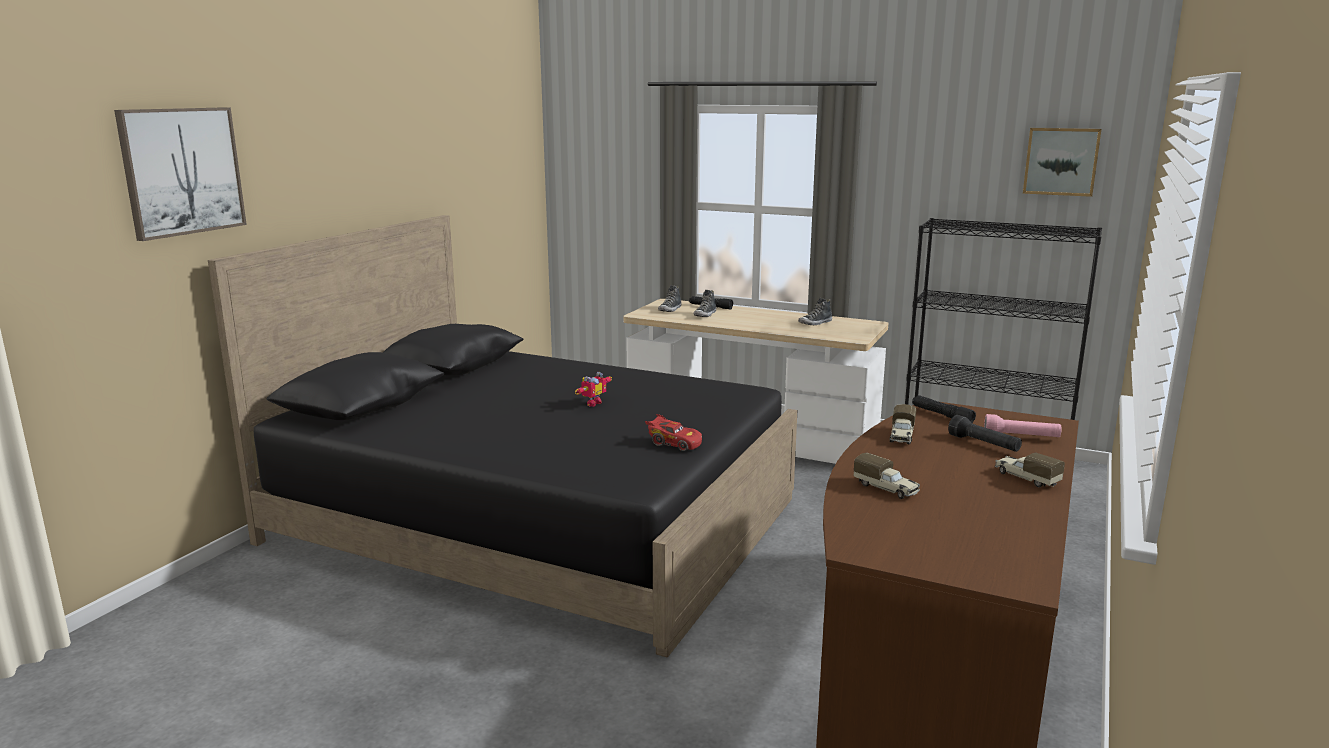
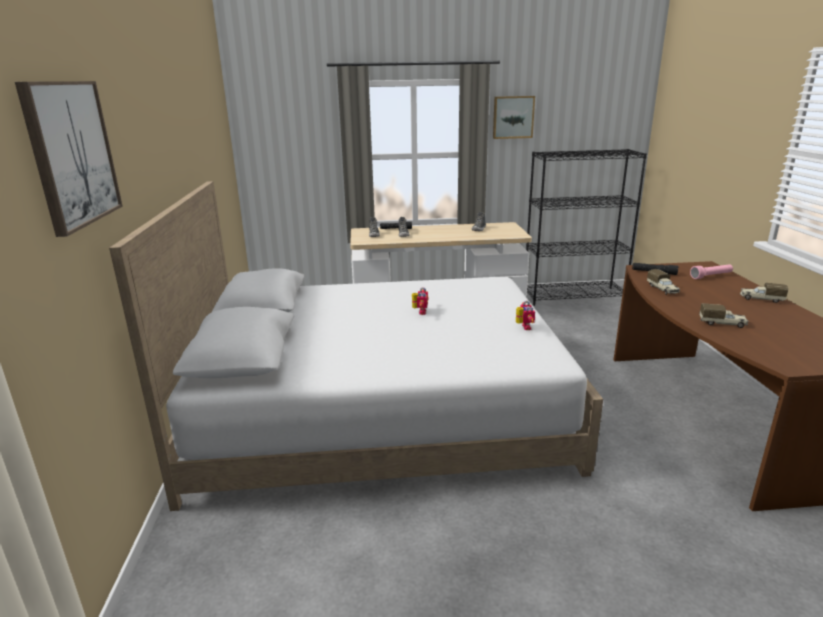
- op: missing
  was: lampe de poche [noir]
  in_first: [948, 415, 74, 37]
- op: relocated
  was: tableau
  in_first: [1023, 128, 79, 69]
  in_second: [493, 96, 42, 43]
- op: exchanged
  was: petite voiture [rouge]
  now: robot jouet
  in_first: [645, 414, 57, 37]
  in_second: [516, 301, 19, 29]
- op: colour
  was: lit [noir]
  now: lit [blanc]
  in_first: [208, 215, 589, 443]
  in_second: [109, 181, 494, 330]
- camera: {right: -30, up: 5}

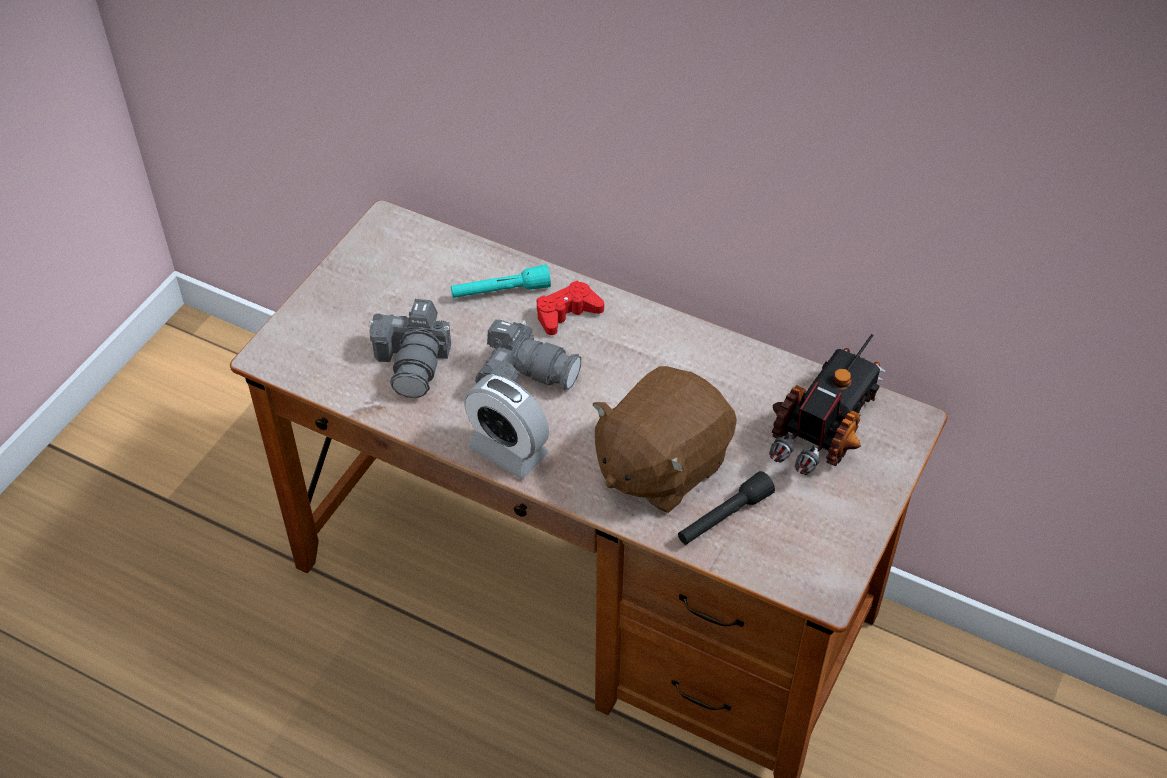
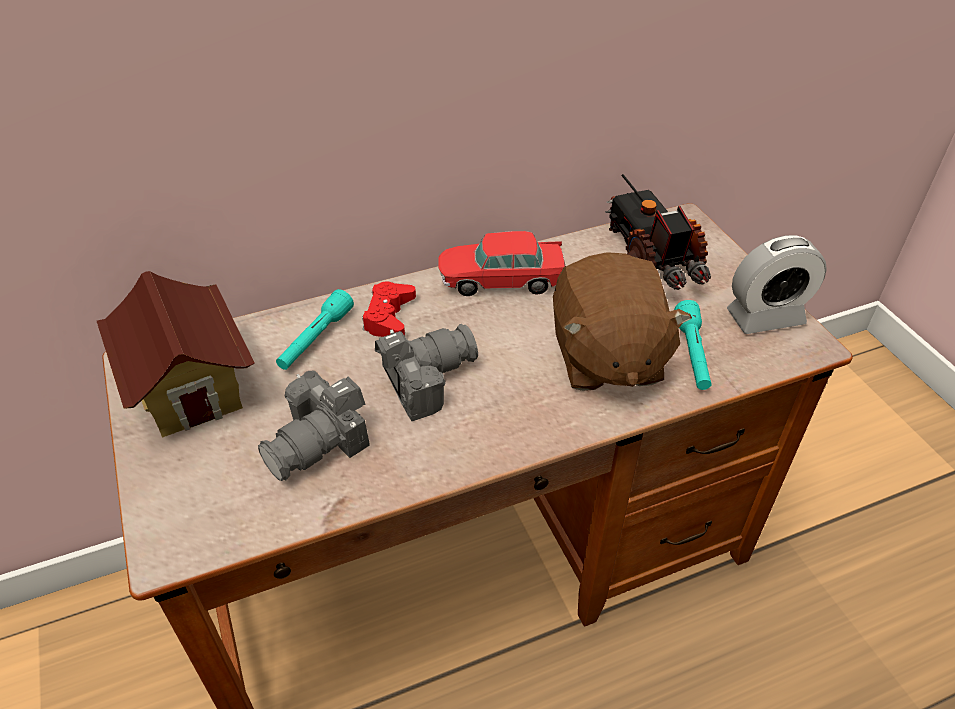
- op: appeared
  now: maison miniature
  in_second: [97, 271, 158, 167]
- op: appeared
  now: petite voiture
  in_second: [438, 231, 127, 65]
- op: relocated
  was: réveil
  in_first: [464, 375, 85, 104]
  in_second: [727, 235, 100, 99]
- op: colour
  was: lampe de poche [noir]
  now: lampe de poche [turquoise]
  in_first: [678, 471, 97, 74]
  in_second: [674, 300, 38, 90]
- op: spun
  was: appareil photo
  in_first: [369, 299, 82, 99]
  in_second: [258, 371, 112, 110]
  clockwise: 90
- camera: {right: -50, up: -5}

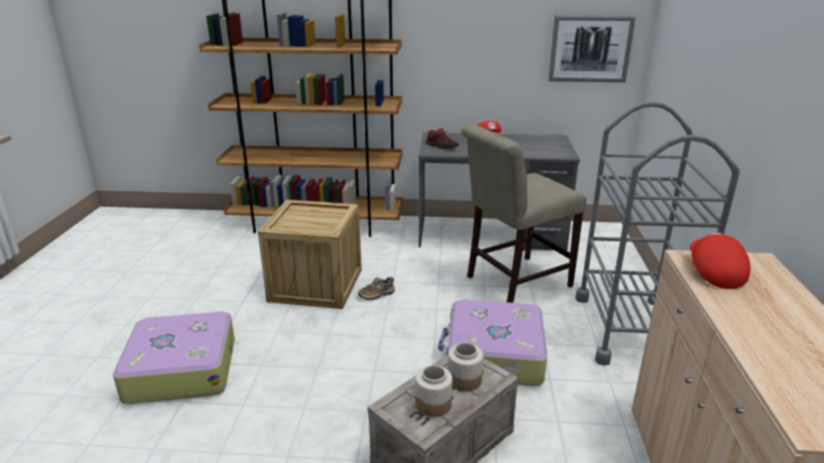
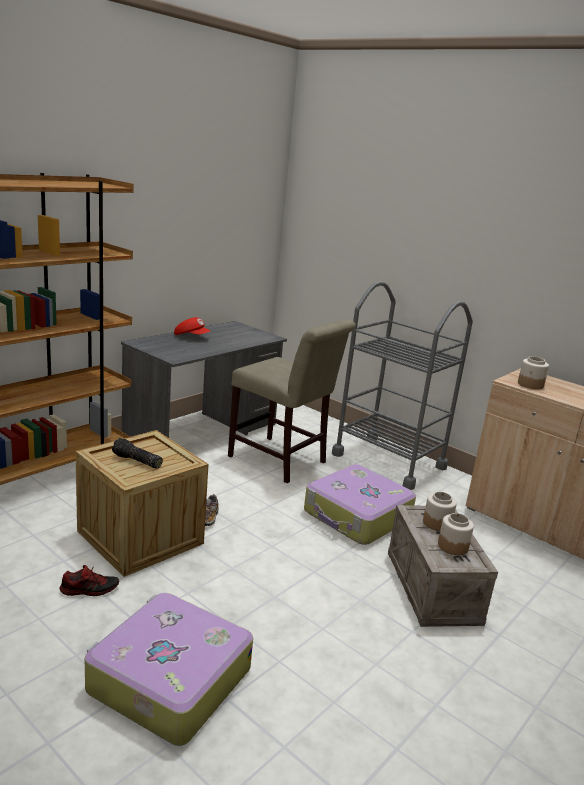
- op: missing
  was: tableau
  in_first: [548, 15, 88, 67]
- op: appeared
  now: lampe de poche
  in_second: [112, 438, 51, 31]
- op: relocated
  was: chaussure
  in_first: [426, 128, 33, 21]
  in_second: [60, 565, 59, 31]
- op: exchanged
  was: casquette [rouge]
  now: bocal
  in_first: [690, 233, 60, 56]
  in_second: [518, 356, 31, 33]
- op: spun
  was: chaise [beige]
  in_first: [461, 124, 126, 179]
  in_second: [228, 320, 127, 163]
  clockwise: -60
- camera: {right: -55, up: -5}

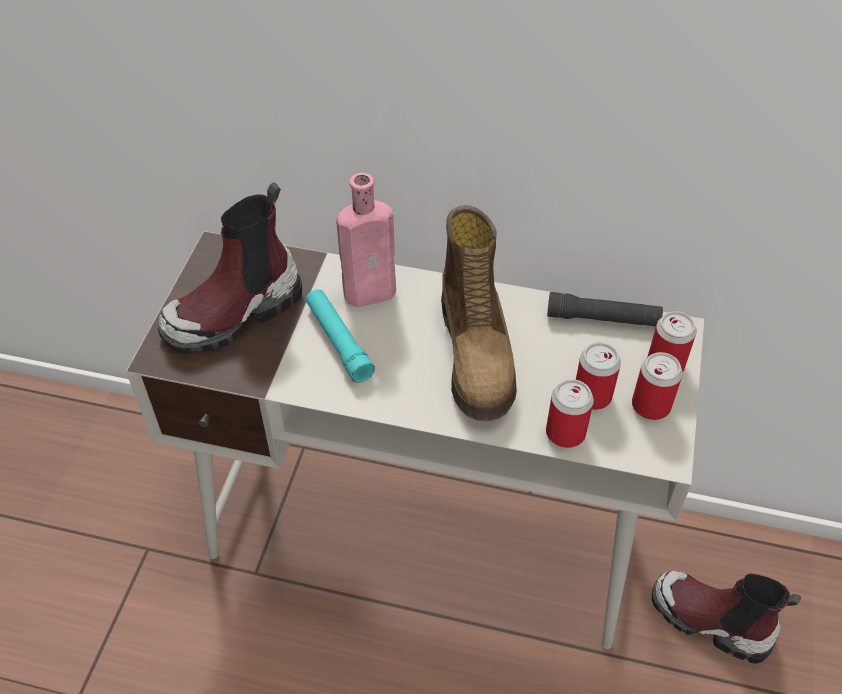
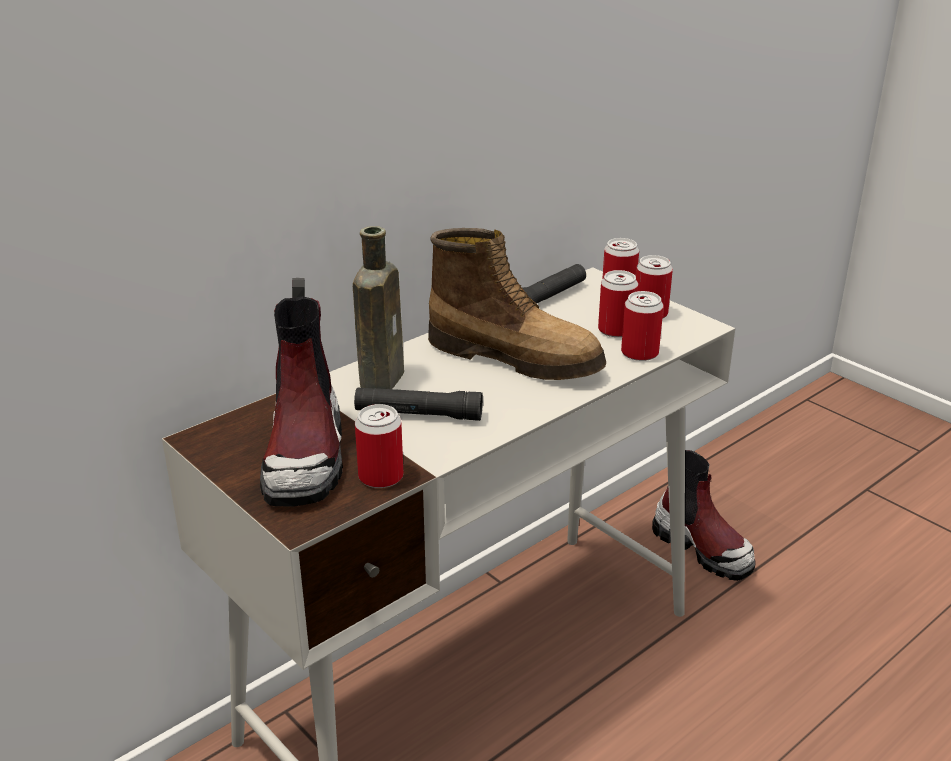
- op: appeared
  now: boîte métallique
  in_second: [355, 404, 49, 84]
- op: colour
  was: lampe de poche [turquoise]
  now: lampe de poche [noir]
  in_first: [306, 289, 69, 94]
  in_second: [354, 388, 129, 33]
- op: colour
  was: bouteille [rose]
  now: bouteille [marron]
  in_first: [336, 173, 60, 134]
  in_second: [353, 226, 51, 163]
- op: spun
  was: botte
  in_first: [652, 571, 150, 93]
  in_second: [652, 450, 104, 131]
  clockwise: -105
- camera: {right: -55, up: -20}

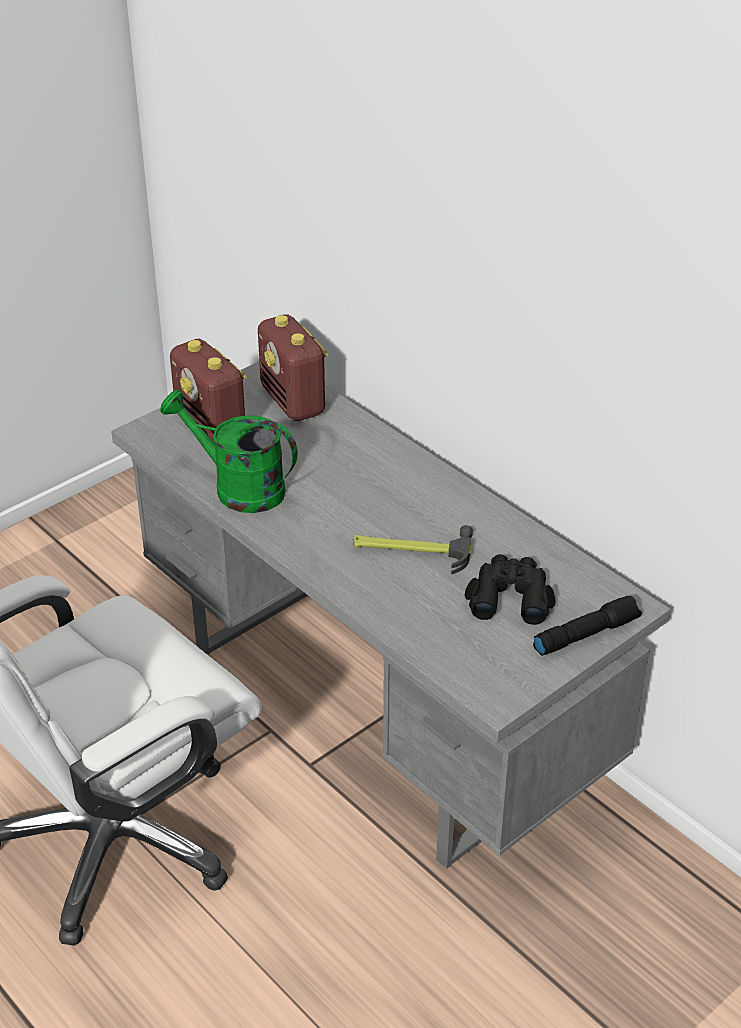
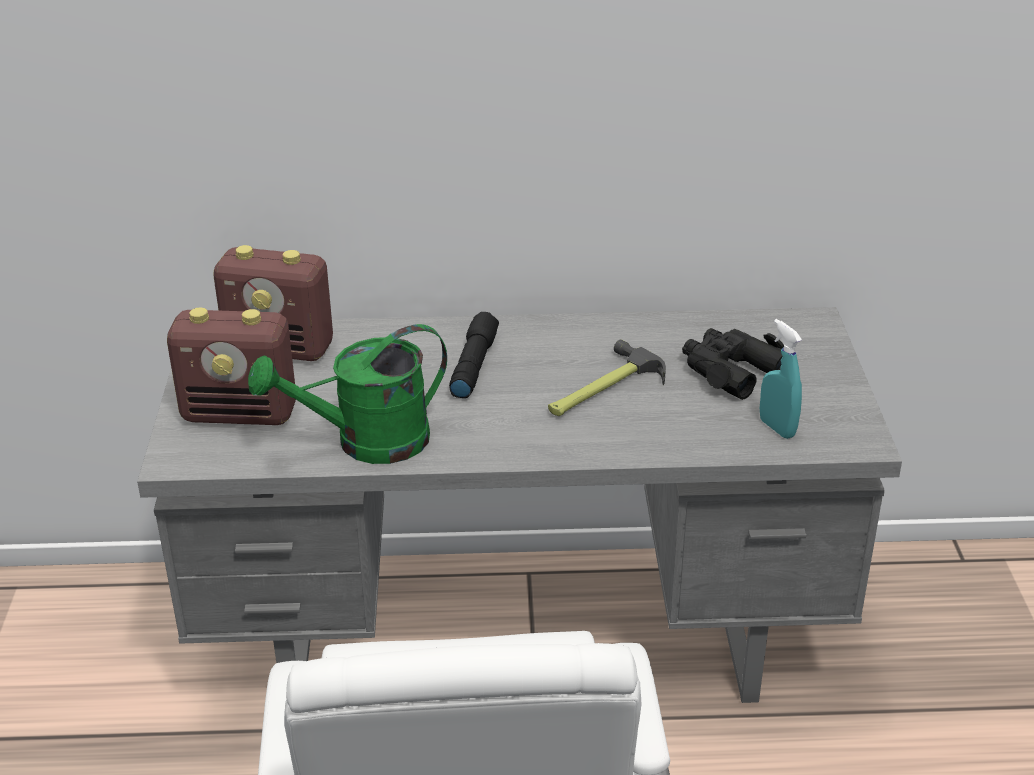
- op: appeared
  now: vaporisateur [turquoise]
  in_second: [760, 319, 42, 120]
- op: relocated
  was: lampe de poche [noir]
  in_first: [533, 596, 109, 60]
  in_second: [449, 312, 50, 86]
- camera: {right: -50, up: -5}

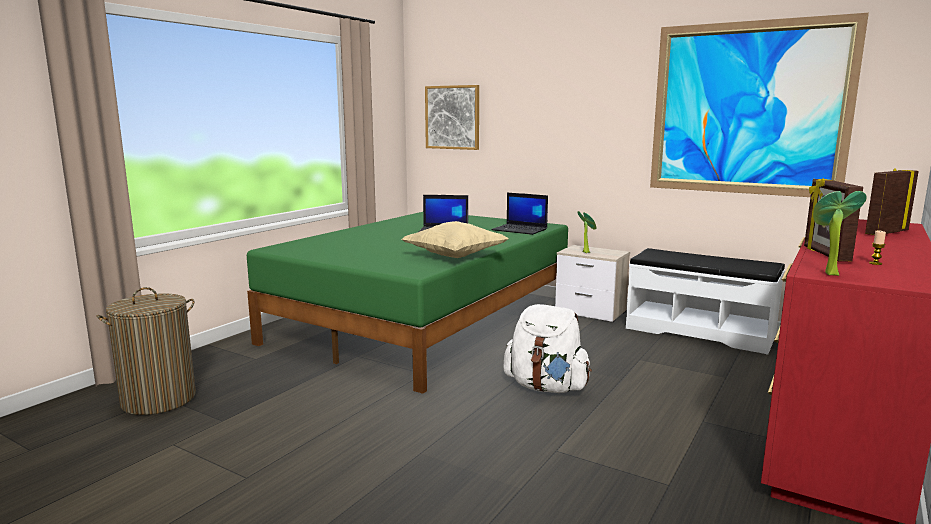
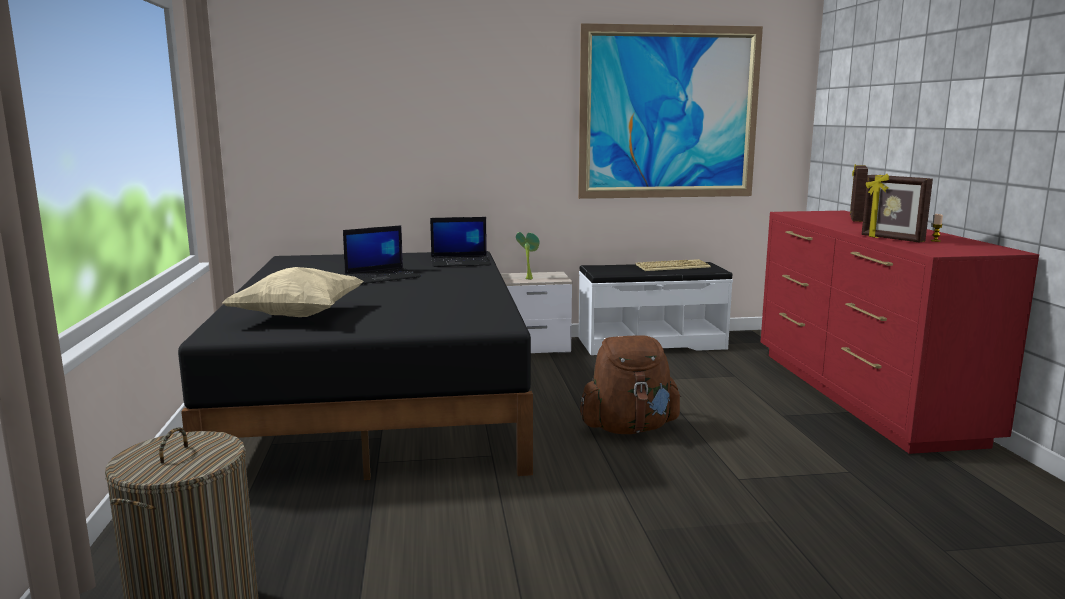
- op: missing
  was: tableau
  in_first: [425, 85, 54, 65]
- op: missing
  was: plante en pot
  in_first: [813, 191, 54, 85]
- op: appeared
  now: clavier
  in_second: [635, 259, 76, 12]
- op: relocated
  was: coussin [beige]
  in_first: [402, 221, 107, 37]
  in_second: [222, 267, 142, 50]
- op: colour
  was: lit [vert]
  now: lit [noir]
  in_first: [247, 212, 321, 182]
  in_second: [178, 251, 355, 229]
- op: colour
  was: sac à dos [blanc]
  now: sac à dos [marron]
  in_first: [503, 304, 89, 89]
  in_second: [580, 335, 101, 99]
- camera: {right: -40, up: 0}

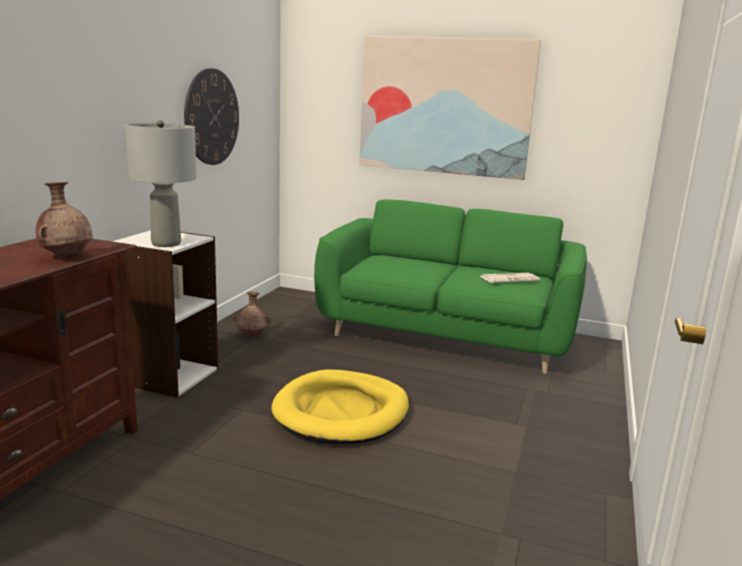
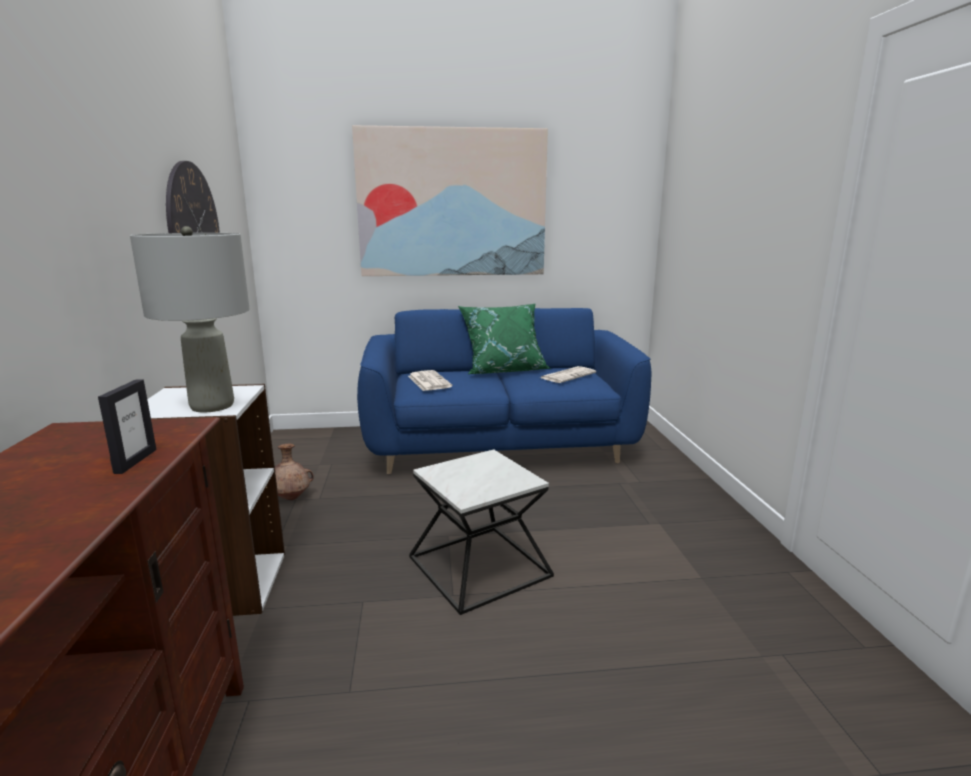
- op: appeared
  now: journal
  in_second: [408, 370, 44, 21]
- op: appeared
  now: coussin [vert]
  in_second: [458, 304, 93, 70]
- op: exchanged
  was: vase [marron]
  now: cadre photo
  in_first: [36, 182, 57, 76]
  in_second: [98, 379, 59, 95]
- op: exchanged
  was: panier pour chien [jaune]
  now: table d'appoint
  in_first: [271, 369, 138, 75]
  in_second: [409, 449, 145, 166]
- op: colour
  was: canapé [vert]
  now: canapé [bleu]
  in_first: [314, 200, 273, 174]
  in_second: [357, 308, 294, 166]
- camera: {right: -25, up: 0}

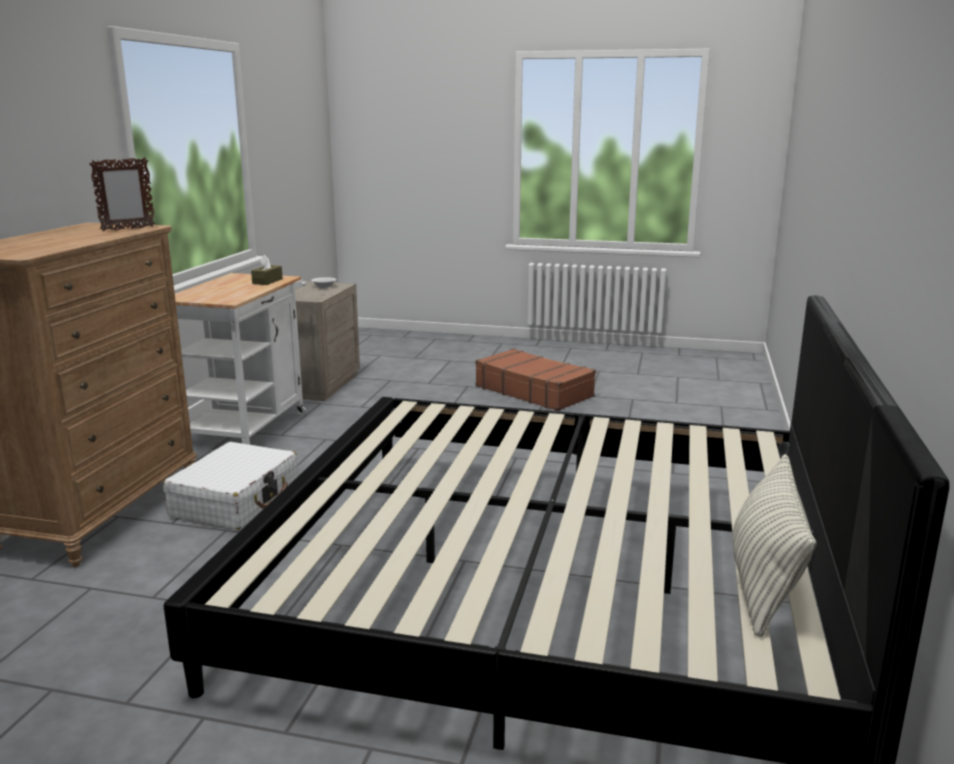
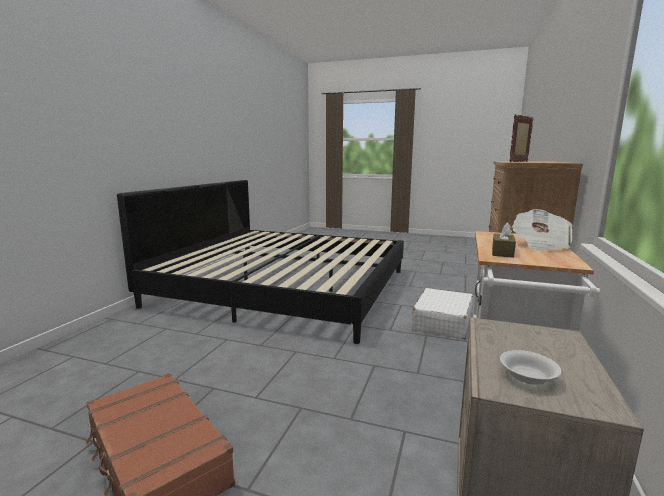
- op: missing
  was: coussin
  in_first: [733, 454, 84, 183]
- op: appeared
  now: journal
  in_second: [512, 209, 61, 43]
- camera: {right: -175, up: -5}

